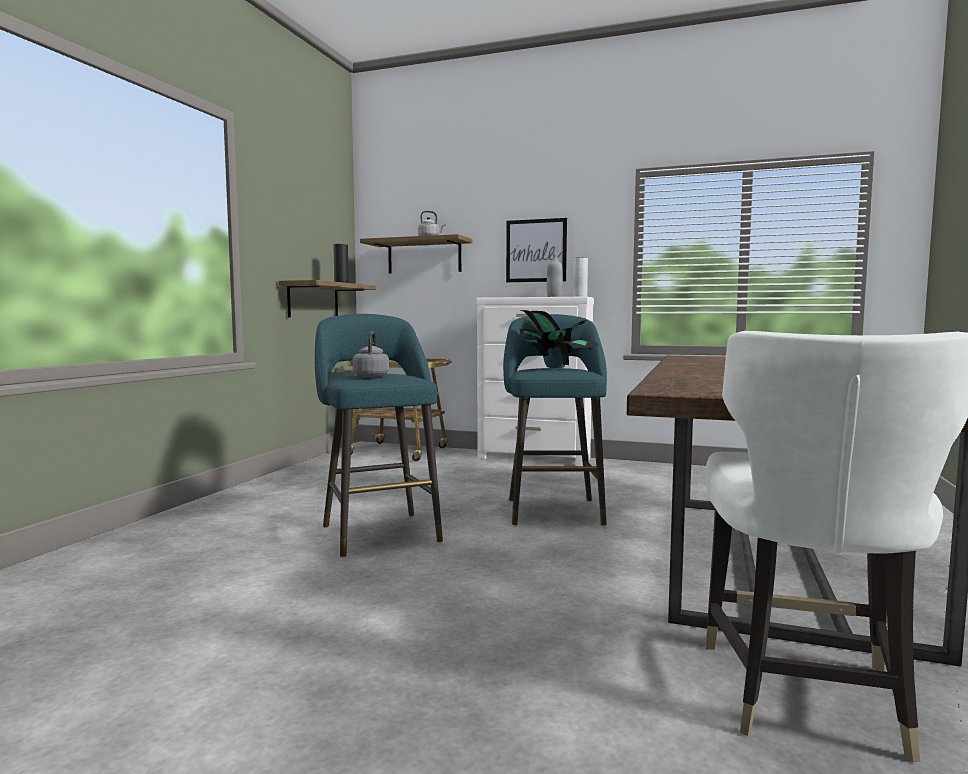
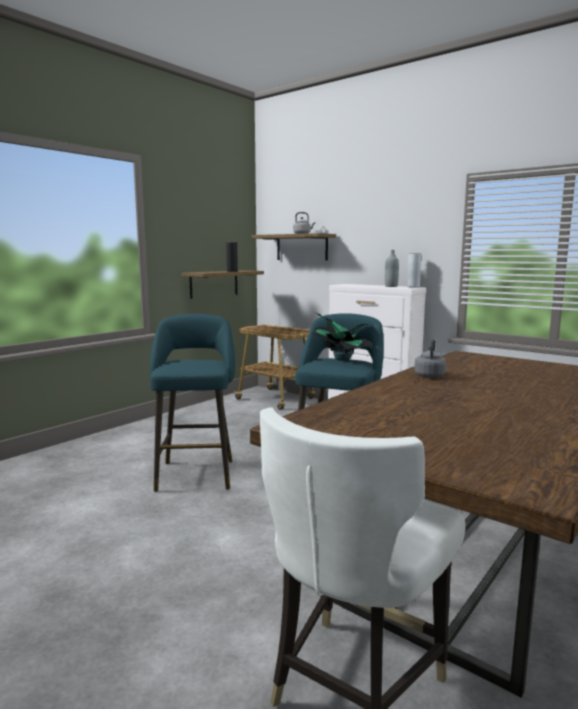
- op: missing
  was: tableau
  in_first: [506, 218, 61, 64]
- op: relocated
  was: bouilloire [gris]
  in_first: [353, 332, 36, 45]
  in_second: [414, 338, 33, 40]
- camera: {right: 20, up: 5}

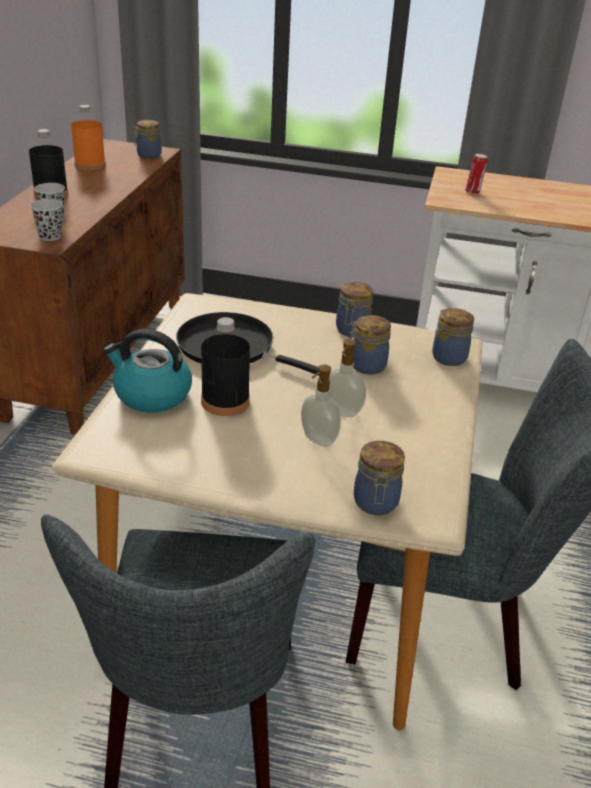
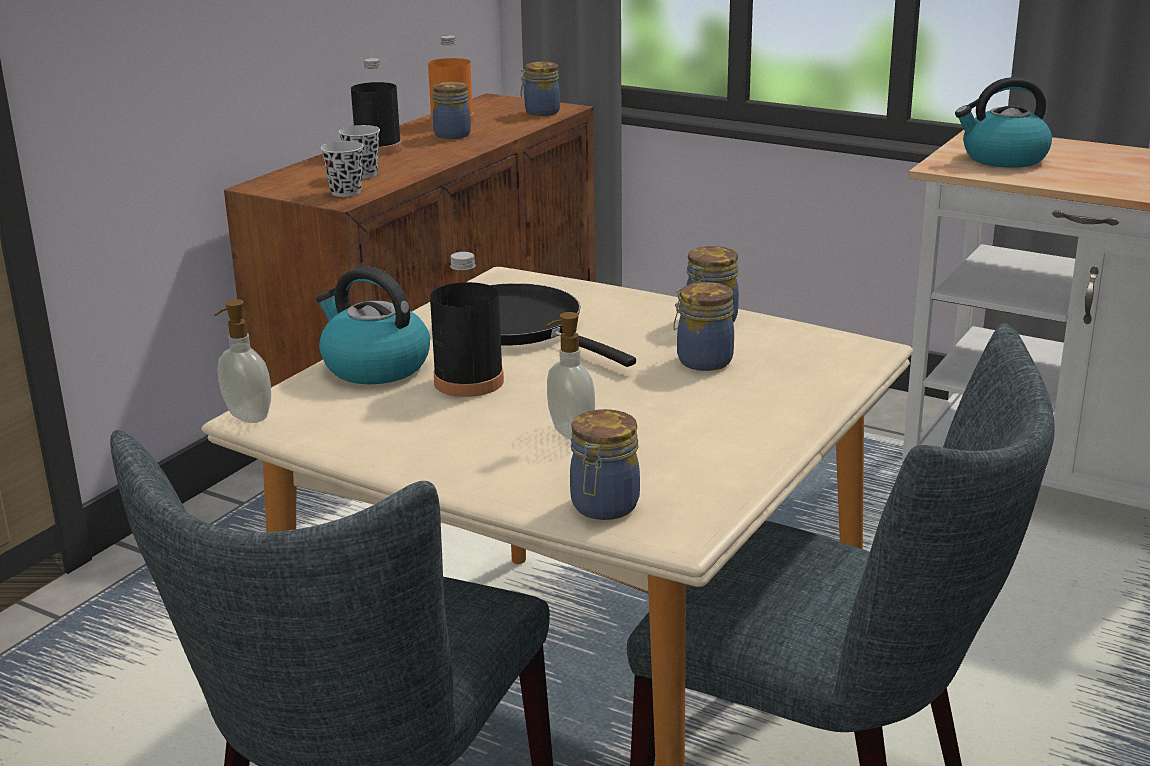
- op: relocated
  was: distributeur de savon
  in_first: [329, 339, 37, 78]
  in_second: [214, 299, 57, 124]
- op: relocated
  was: bocal
  in_first: [432, 308, 42, 58]
  in_second: [433, 82, 38, 57]
- op: exchanged
  was: boîte métallique
  now: bouilloire
  in_first: [465, 154, 23, 40]
  in_second: [955, 77, 97, 91]
- camera: {right: 20, up: -10}

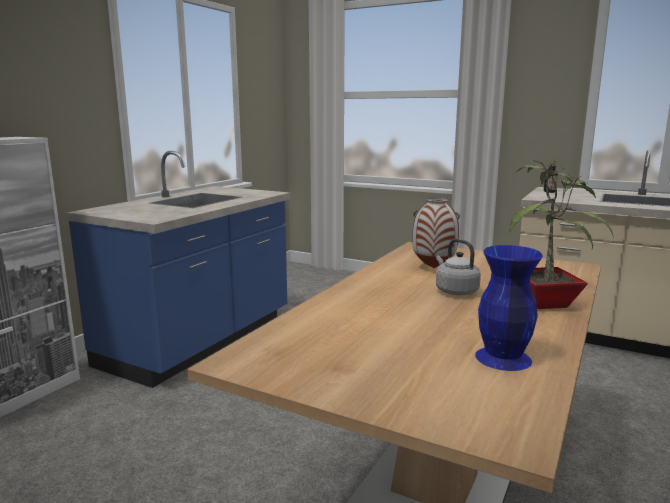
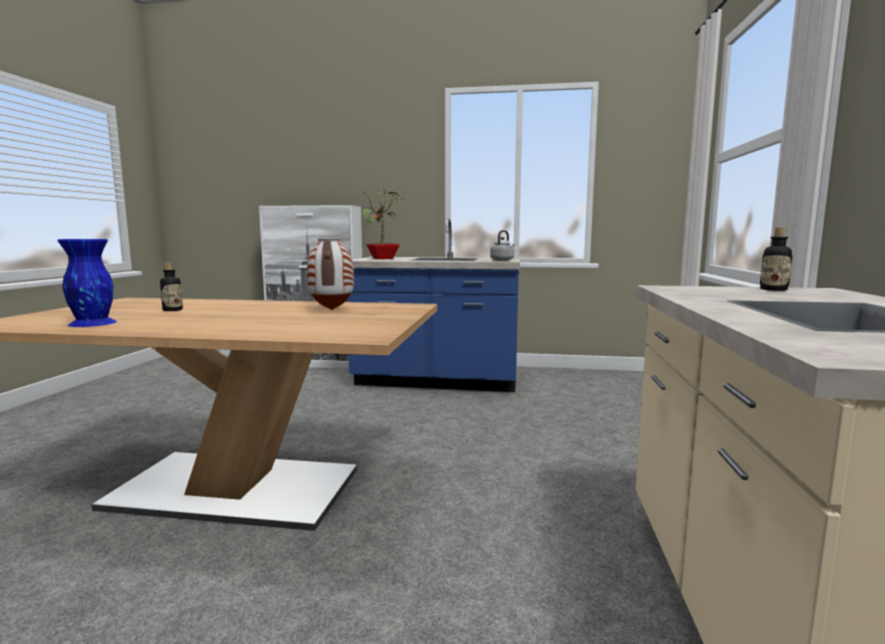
- op: appeared
  now: bouteille
  in_second: [160, 262, 23, 49]
- op: relocated
  was: bouilloire [gris]
  in_first: [436, 239, 45, 56]
  in_second: [490, 230, 25, 31]
- op: relocated
  was: plante en pot
  in_first: [509, 160, 105, 149]
  in_second: [362, 190, 44, 69]
- camera: {right: 70, up: -5}

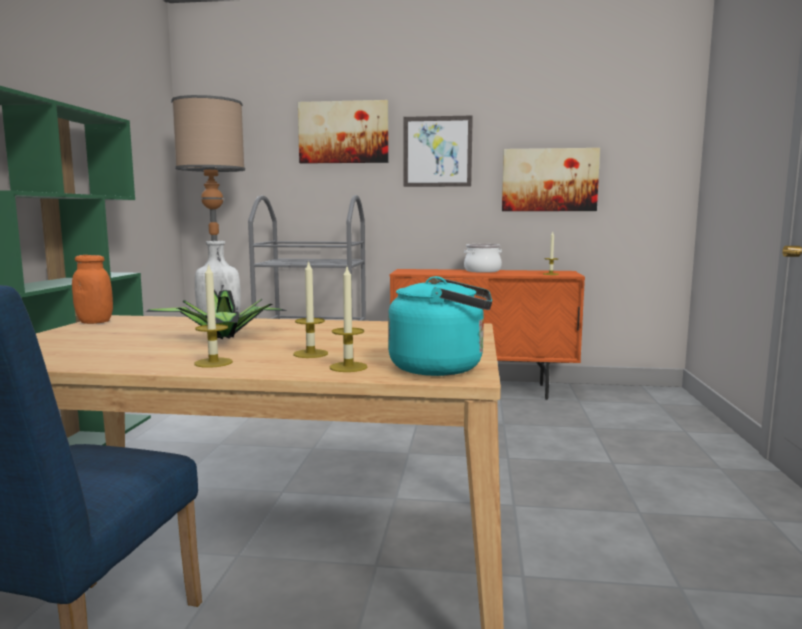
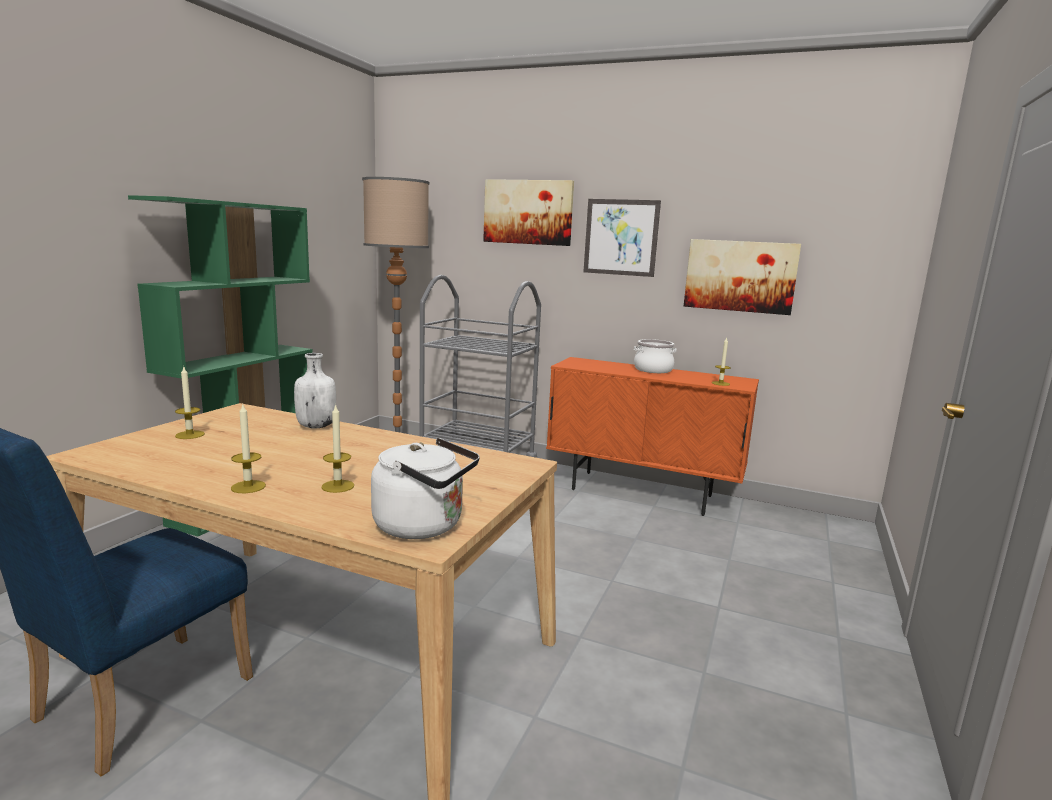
- op: missing
  was: bocal [orange]
  in_first: [72, 255, 41, 69]
- op: missing
  was: plante en pot
  in_first: [146, 290, 140, 49]
- op: relocated
  was: bougie
  in_first: [330, 267, 37, 105]
  in_second: [175, 367, 30, 72]
- op: colour
  was: bouilloire [turquoise]
  now: bouilloire [blanc]
  in_first: [388, 276, 104, 100]
  in_second: [371, 438, 109, 101]
- camera: {right: 15, up: 5}

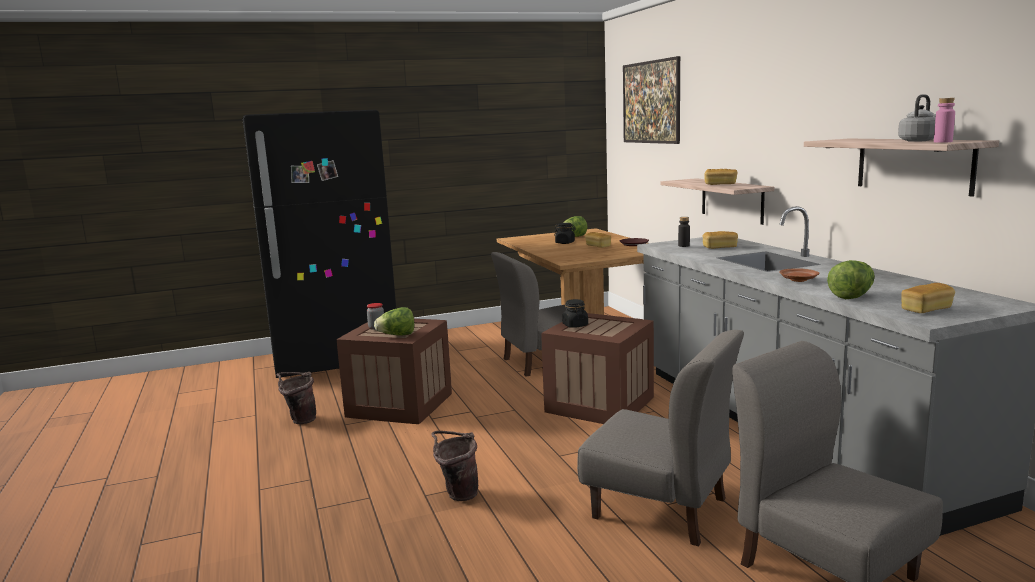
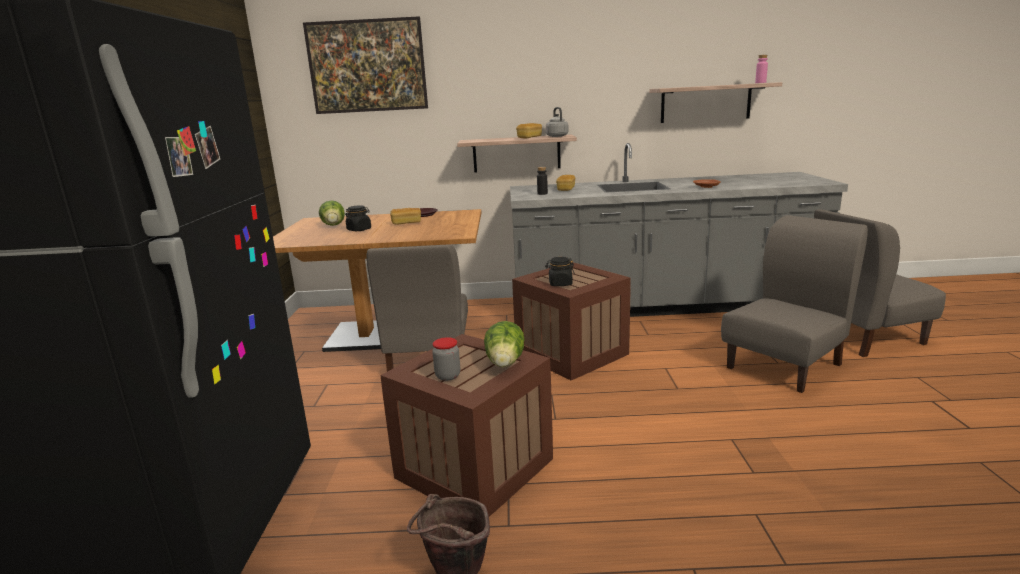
- op: missing
  was: seau [marron]
  in_first: [431, 431, 47, 70]
- op: missing
  was: laitue
  in_first: [827, 260, 48, 39]
- op: missing
  was: pain
  in_first: [901, 283, 54, 30]
- op: relocated
  was: bouilloire [gris]
  in_first: [898, 94, 38, 48]
  in_second: [546, 107, 22, 30]
- camera: {right: -70, up: 5}

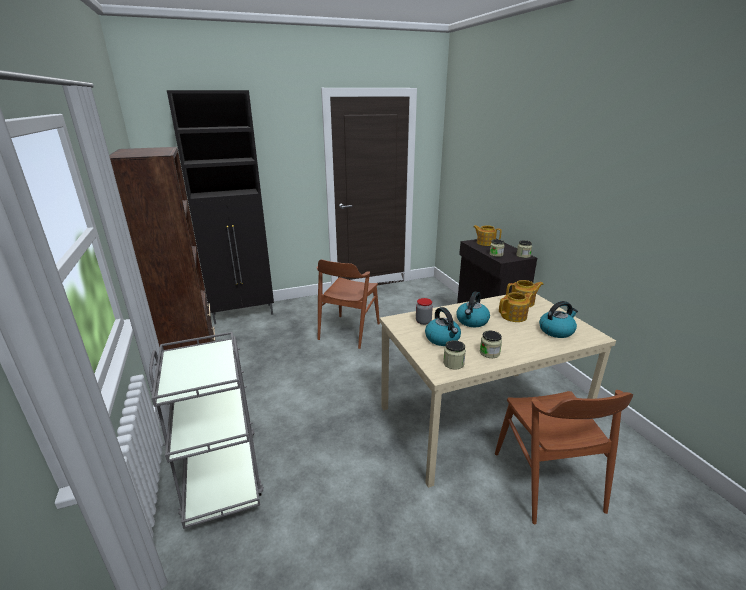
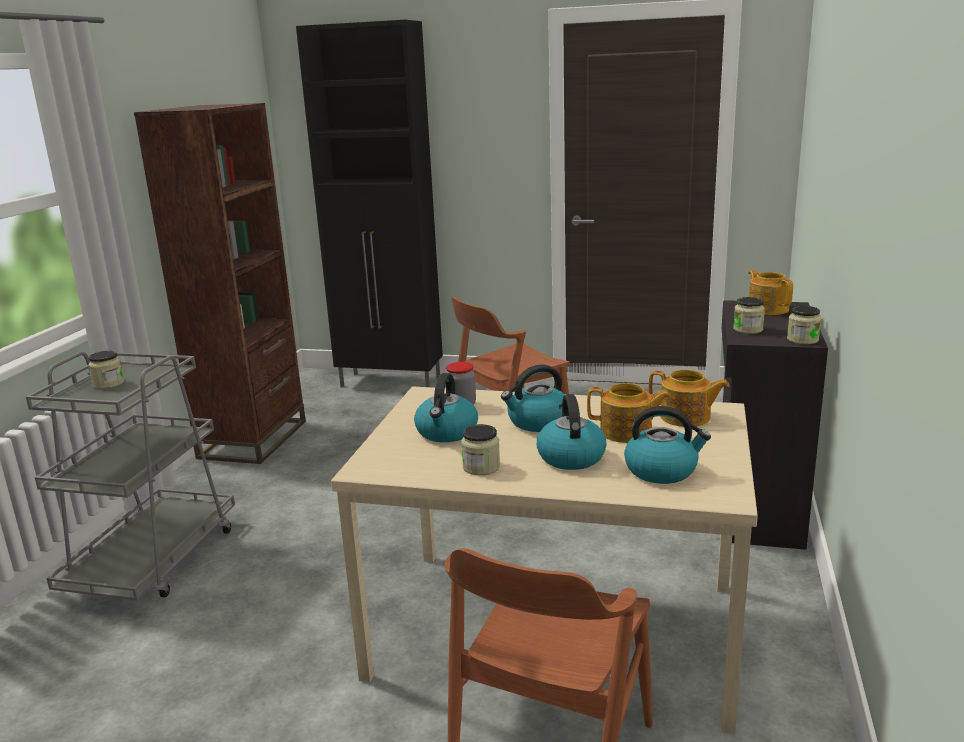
- op: appeared
  now: bouilloire
  in_second: [537, 394, 69, 76]
- op: relocated
  was: bocal
  in_first: [443, 340, 23, 29]
  in_second: [88, 351, 36, 38]
- camera: {right: 35, up: -5}

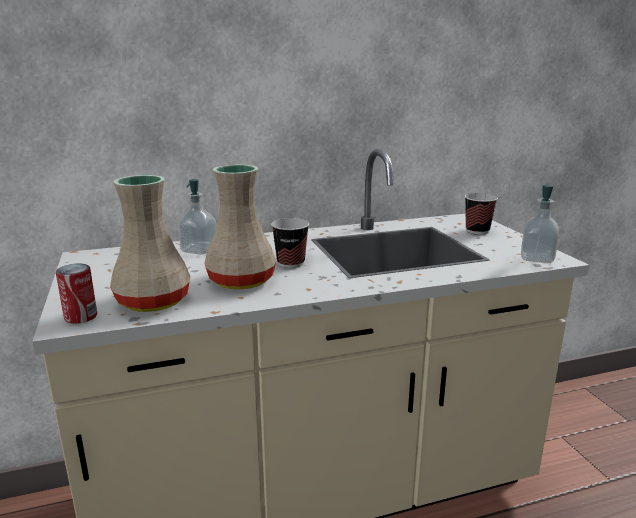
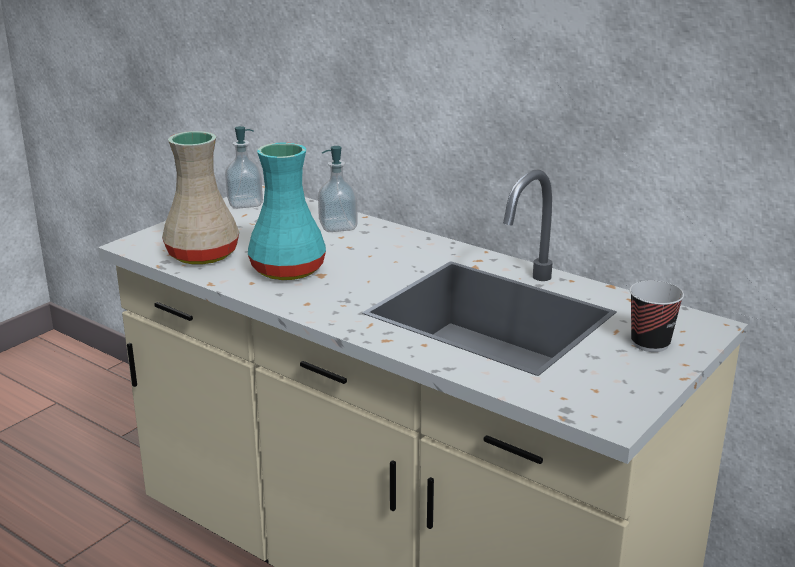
- op: missing
  was: boîte métallique
  in_first: [56, 264, 41, 60]
- op: missing
  was: tasse
  in_first: [271, 218, 38, 50]
- op: relocated
  was: distributeur de savon
  in_first: [521, 185, 38, 78]
  in_second: [225, 126, 38, 83]
- op: colour
  was: vase [beige]
  now: vase [turquoise]
  in_first: [205, 165, 71, 124]
  in_second: [248, 142, 78, 138]
- camera: {right: 55, up: 5}

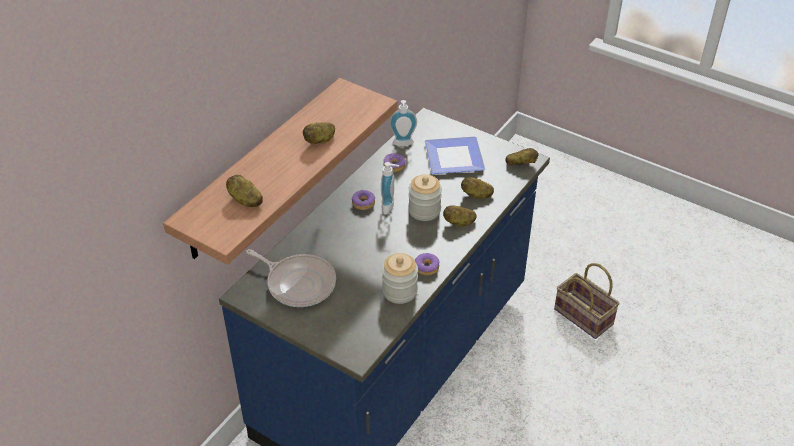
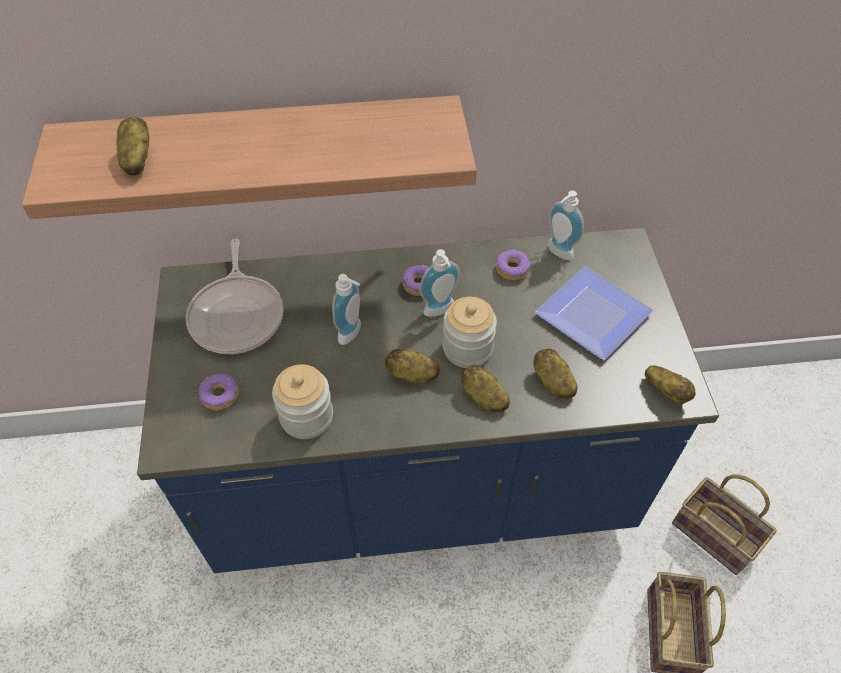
- op: appeared
  now: distributeur de savon
  in_second: [332, 274, 29, 71]
- op: appeared
  now: panier
  in_second: [672, 474, 105, 101]
- op: relocated
  was: pomme de terre
  in_first: [303, 122, 32, 22]
  in_second: [385, 349, 55, 35]
- op: relocated
  was: beignet
  in_first: [415, 253, 24, 22]
  in_second: [199, 373, 40, 38]
- camera: {right: 50, up: 10}

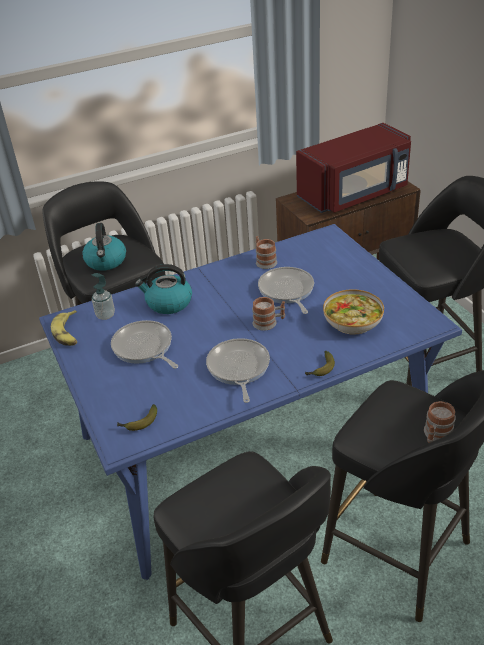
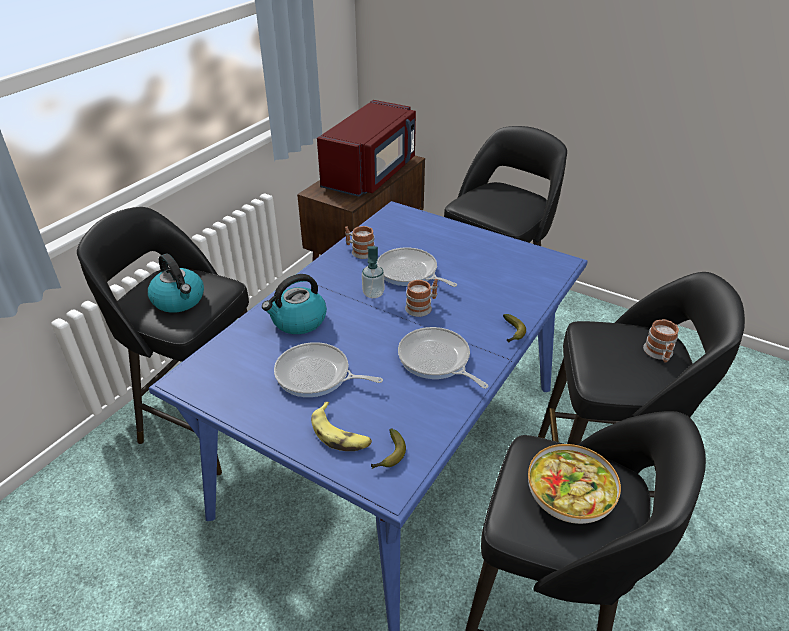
- op: relocated
  was: banane
  in_first: [51, 310, 26, 36]
  in_second: [311, 402, 61, 49]
- op: relocated
  was: distributeur de savon
  in_first: [92, 273, 23, 47]
  in_second: [362, 246, 22, 52]
- op: relocated
  was: bol
  in_first: [323, 289, 61, 46]
  in_second: [528, 444, 93, 80]
- camera: {right: -35, up: 0}

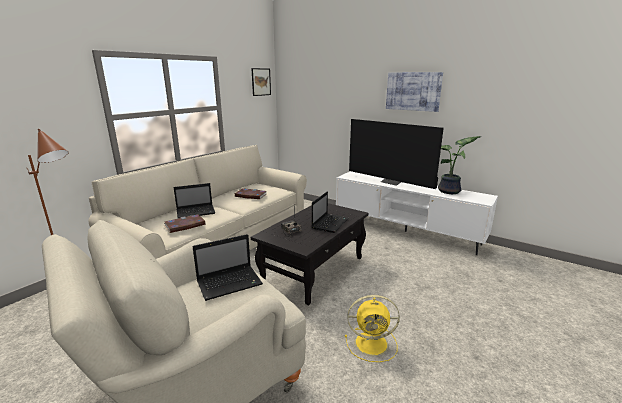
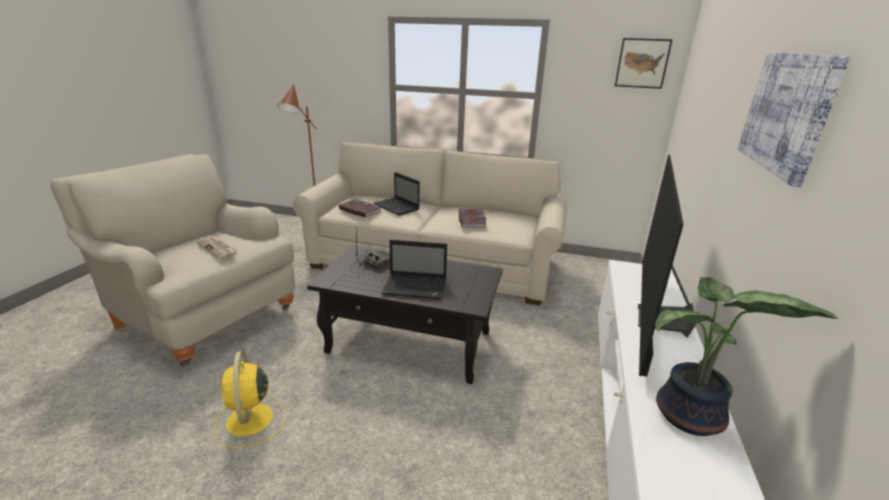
- op: exchanged
  was: ordinateur portable
  now: journal
  in_first: [192, 234, 71, 67]
  in_second: [196, 236, 42, 24]
- camera: {right: 70, up: 5}

